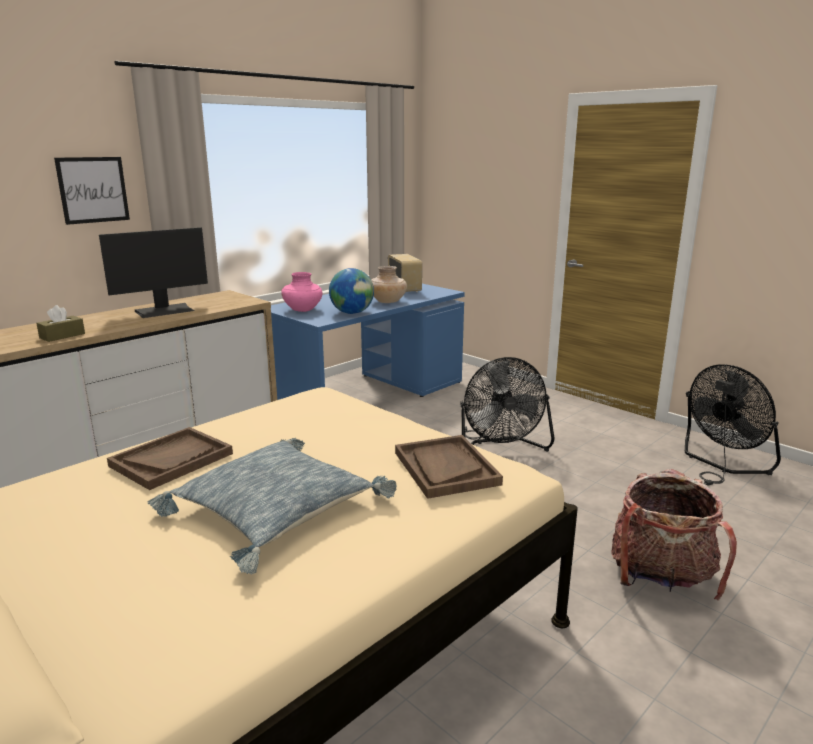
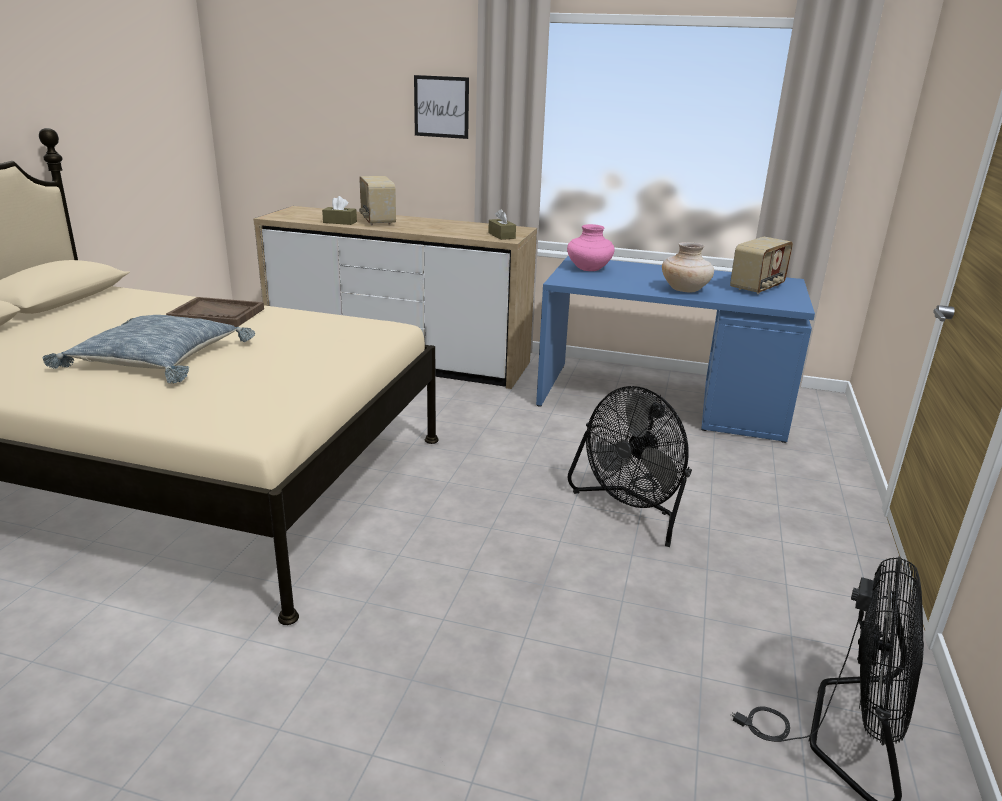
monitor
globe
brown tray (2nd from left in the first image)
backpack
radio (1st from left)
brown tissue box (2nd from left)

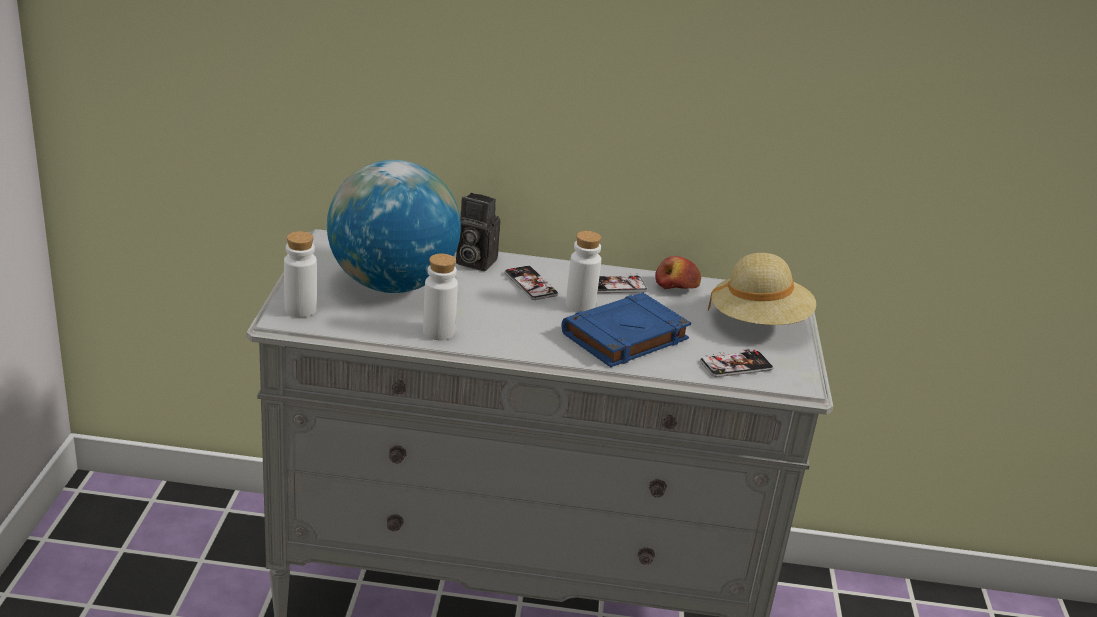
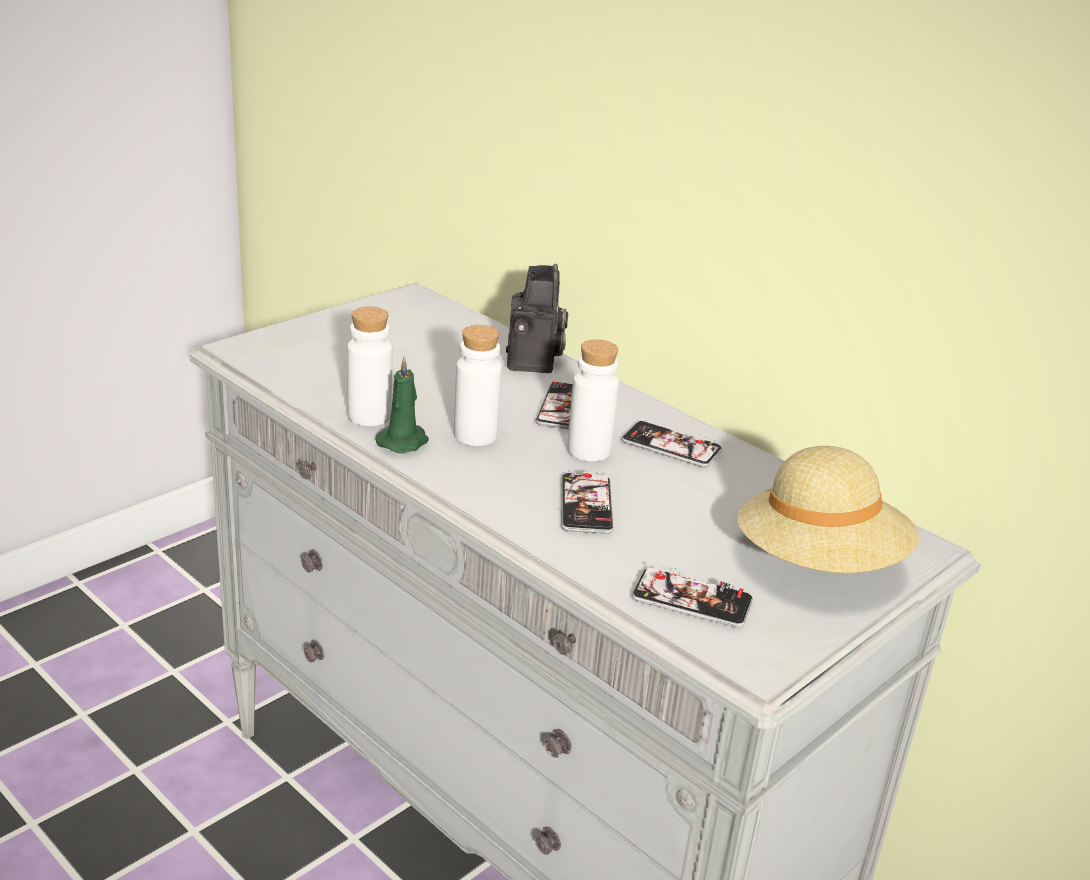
globe
photo camera
white bottle (2nd from left)
apple
phone (2nd from left)
green candle

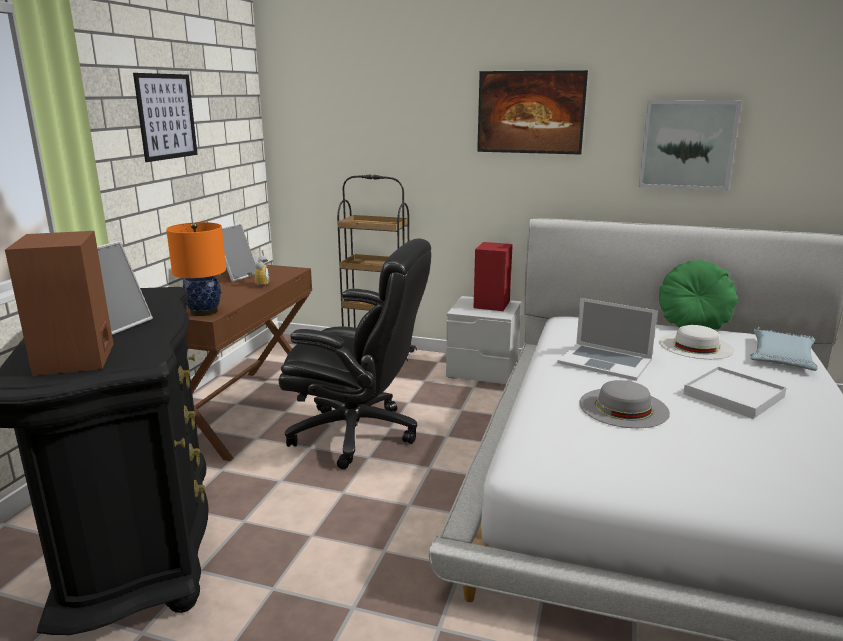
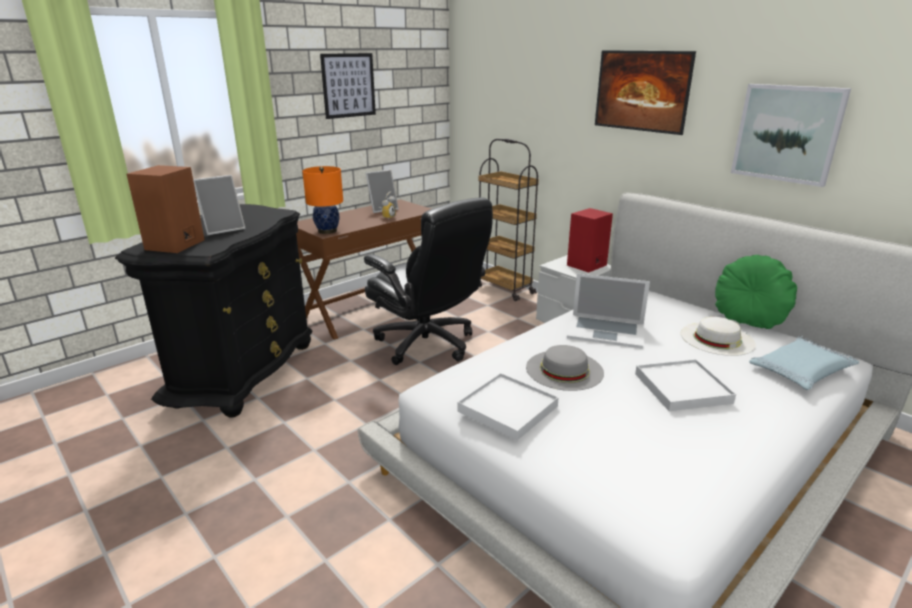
laptop
white tray (1st from left)

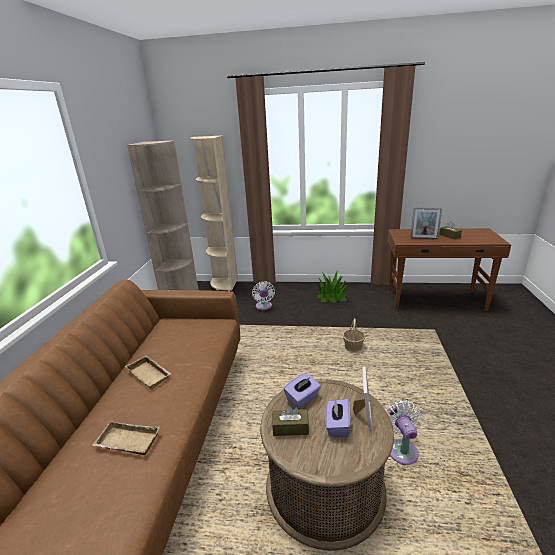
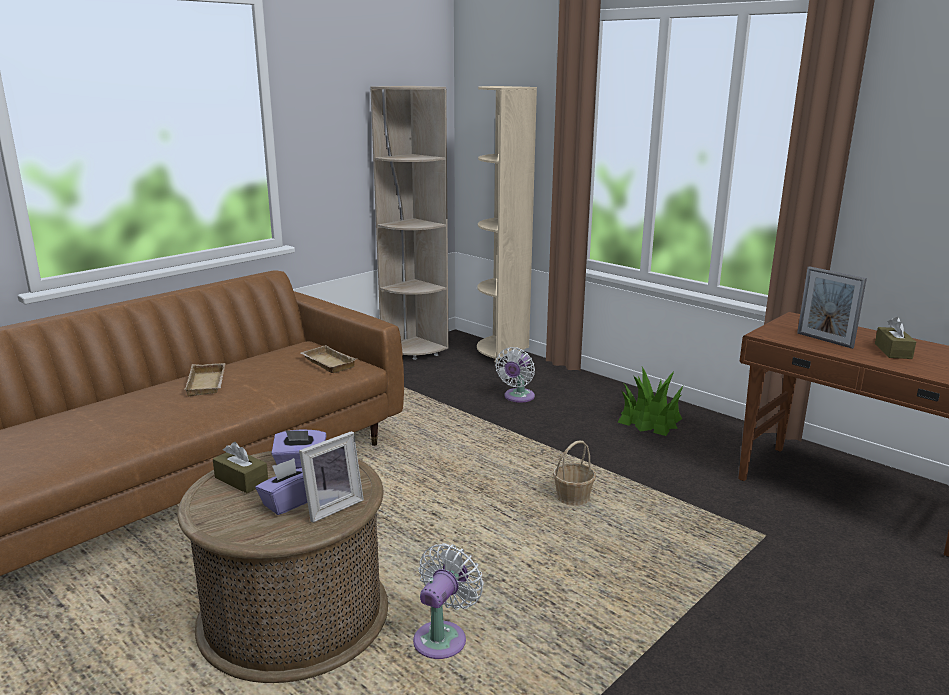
beige tray (2nd from left)

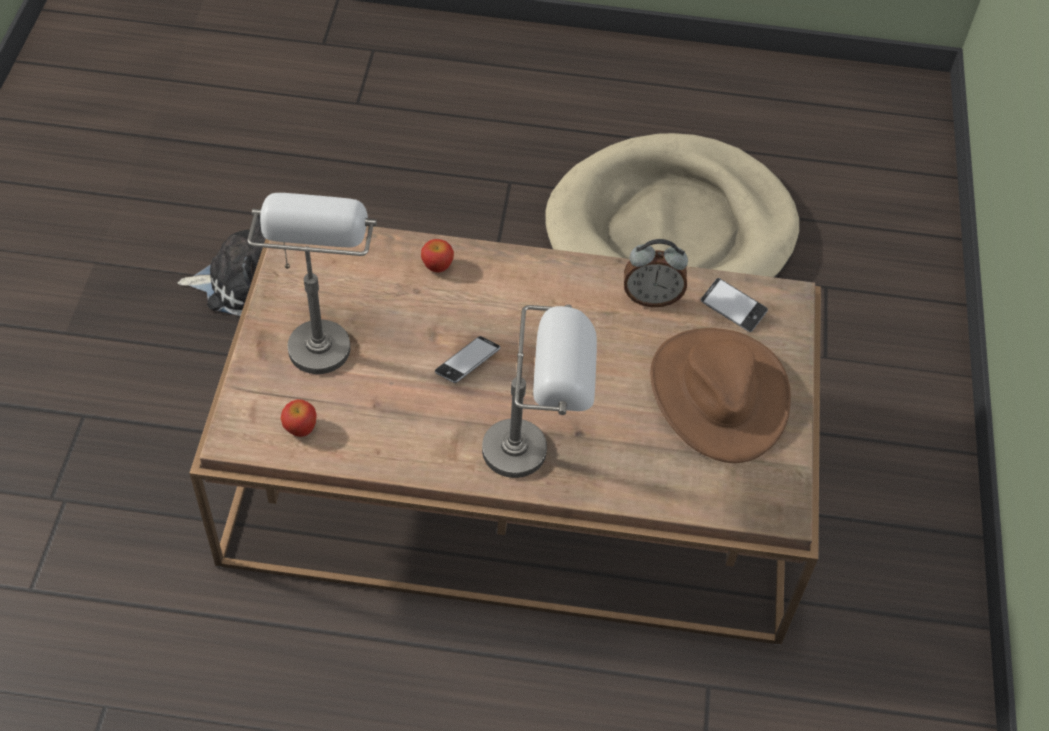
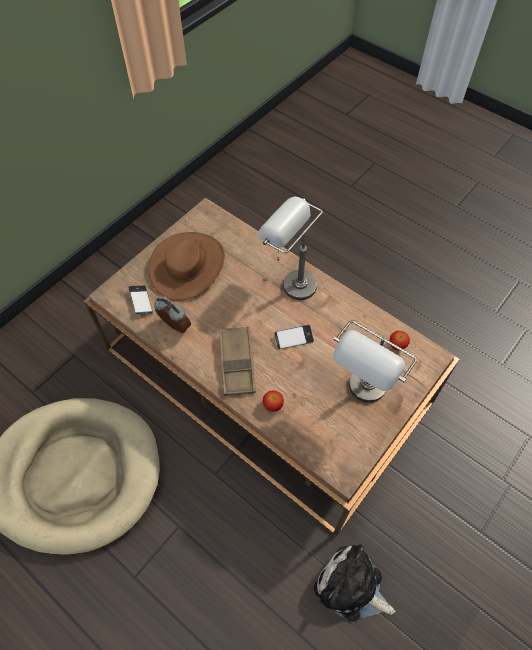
brown tray

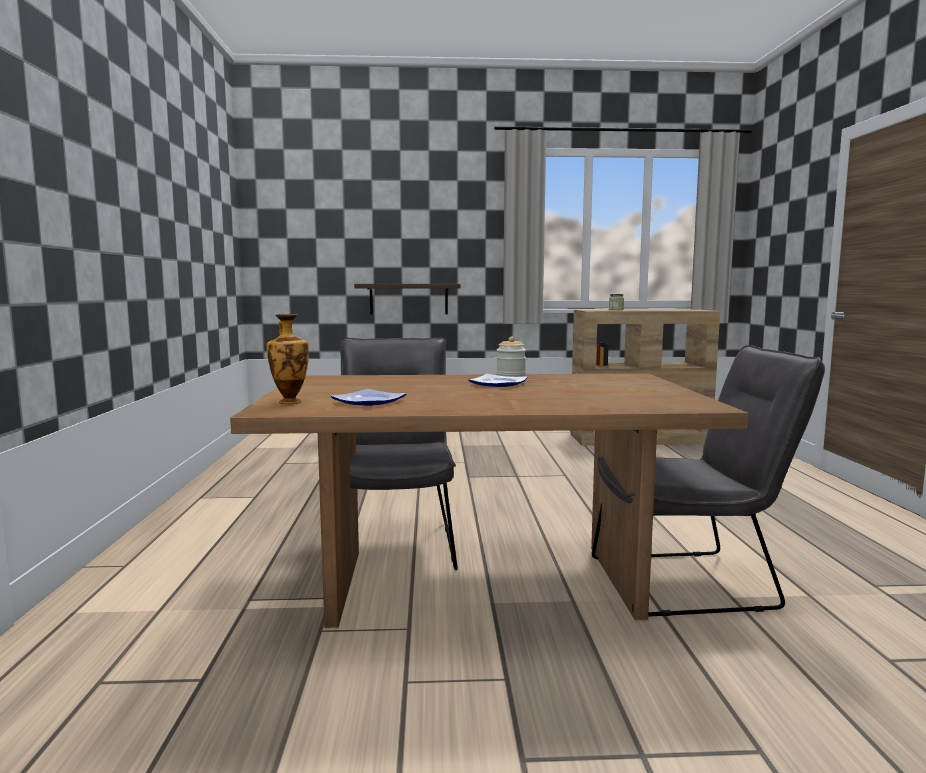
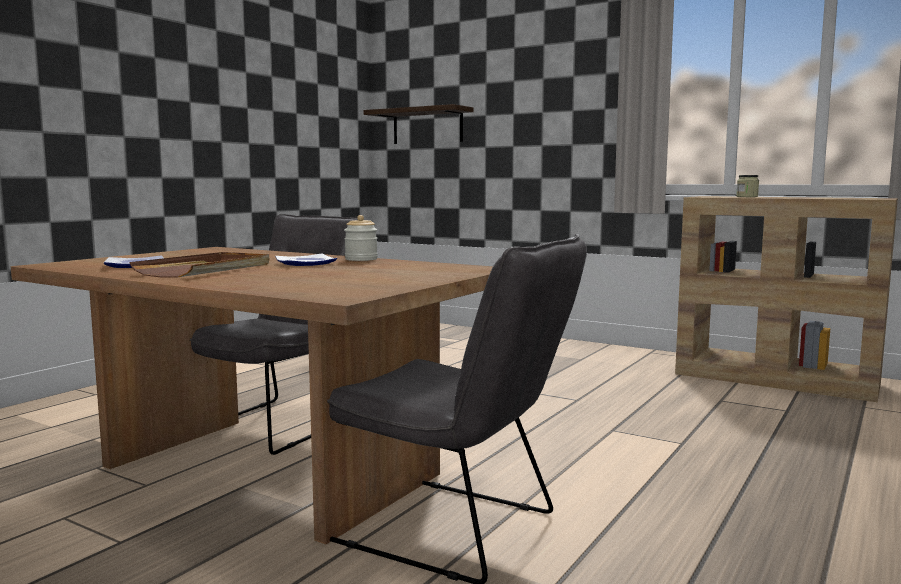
shelf
vase
brown tray

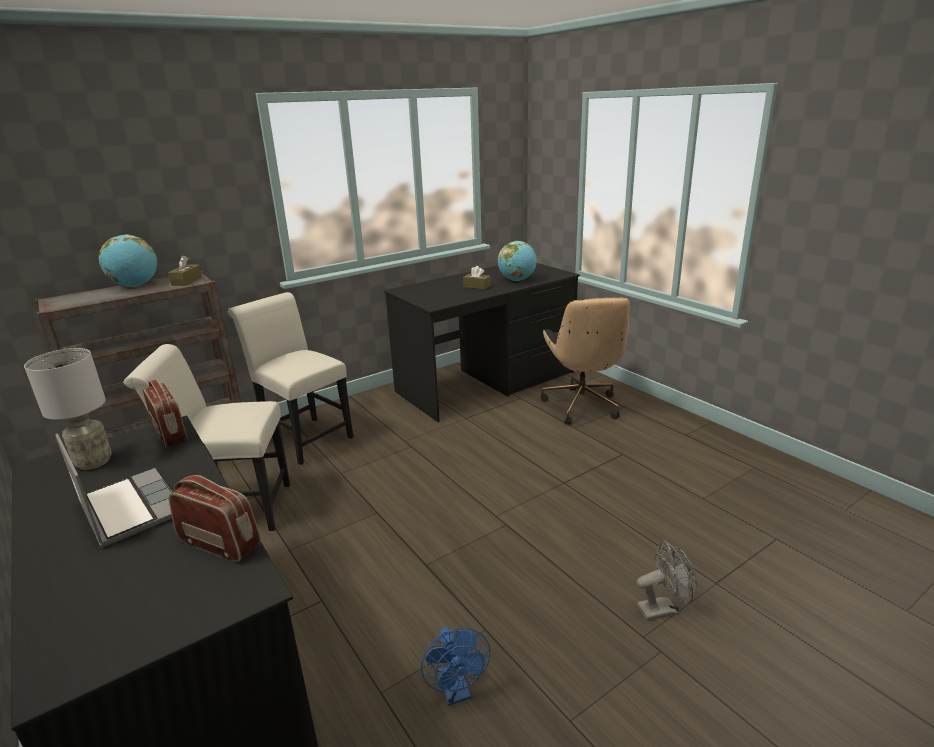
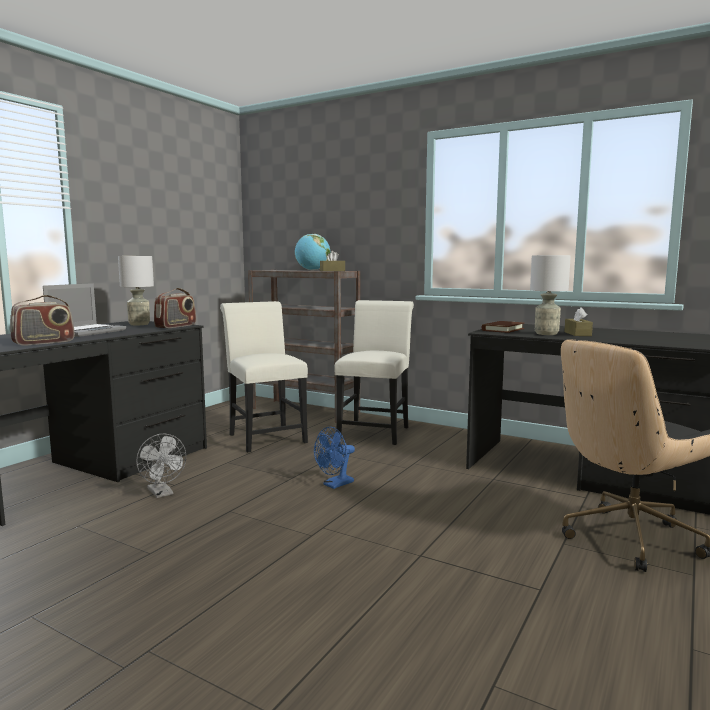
globe (2nd from left in the first image)
radio (1st from left)
grey fan
blue fan
grey table lamp (2nd from left)
brown book

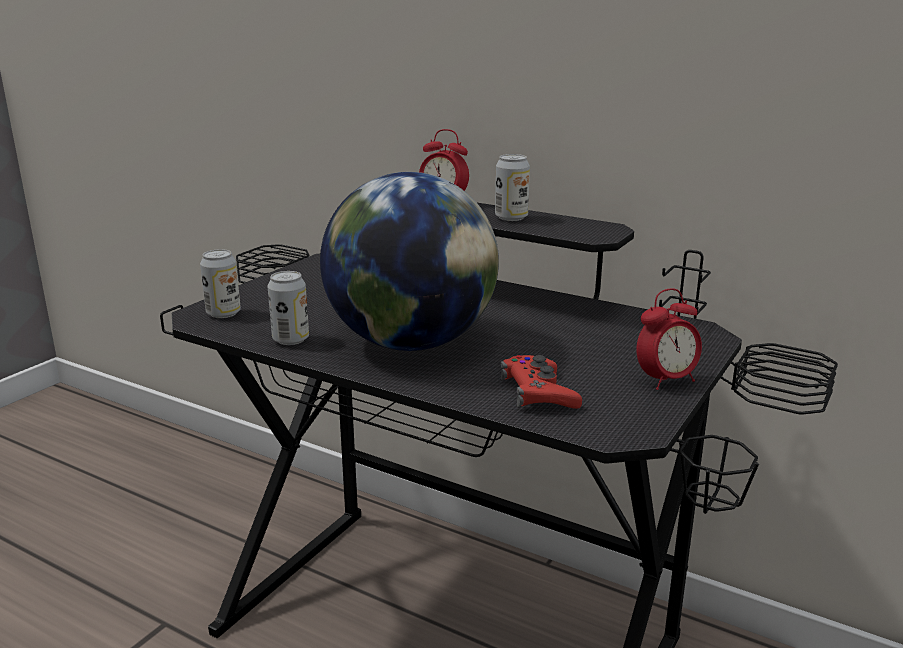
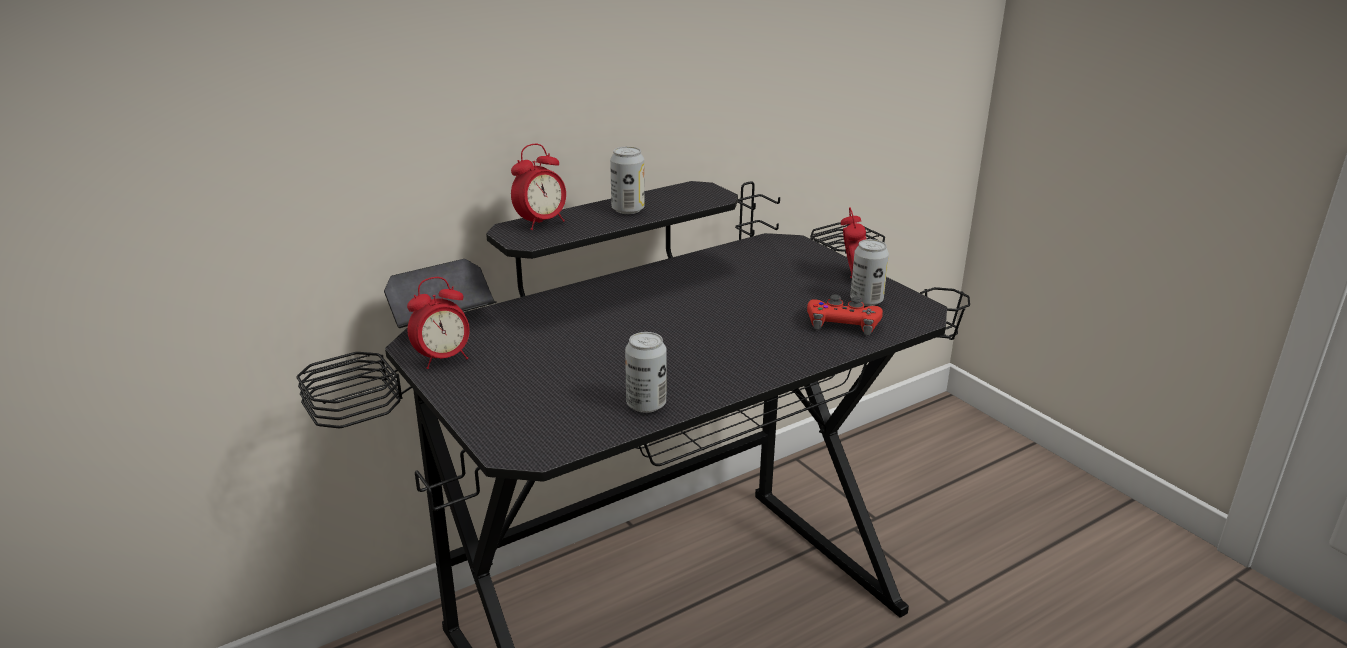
globe
can (3rd from left)
alarm clock (1st from left)

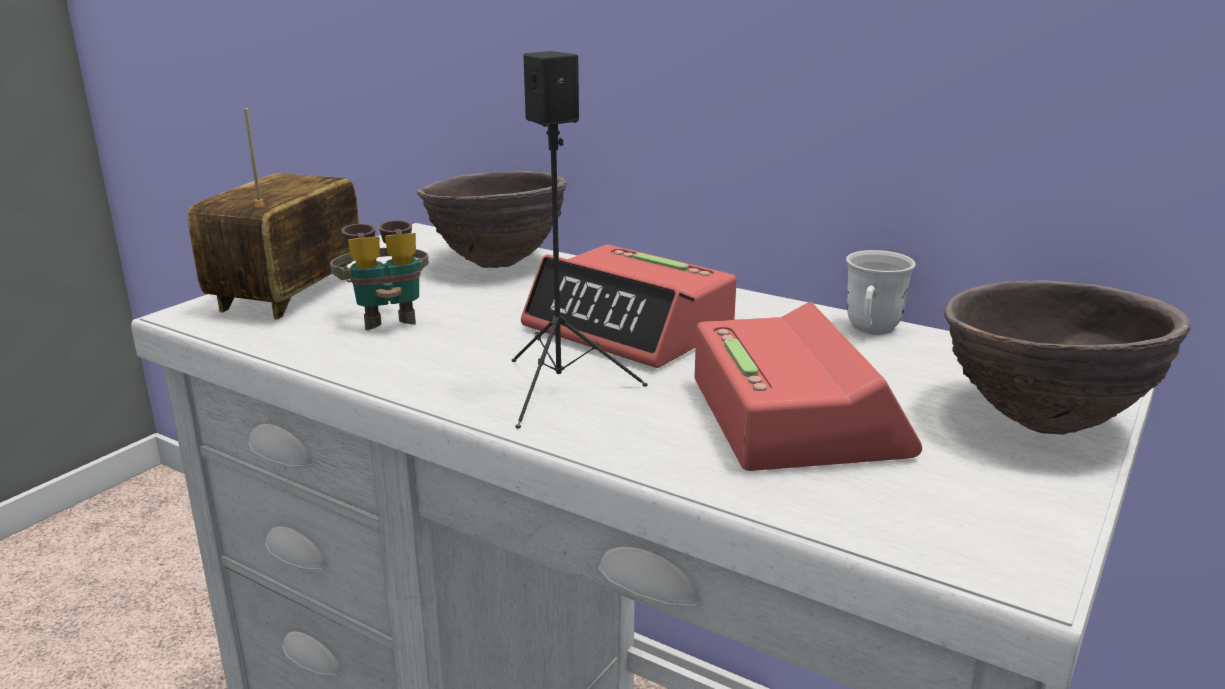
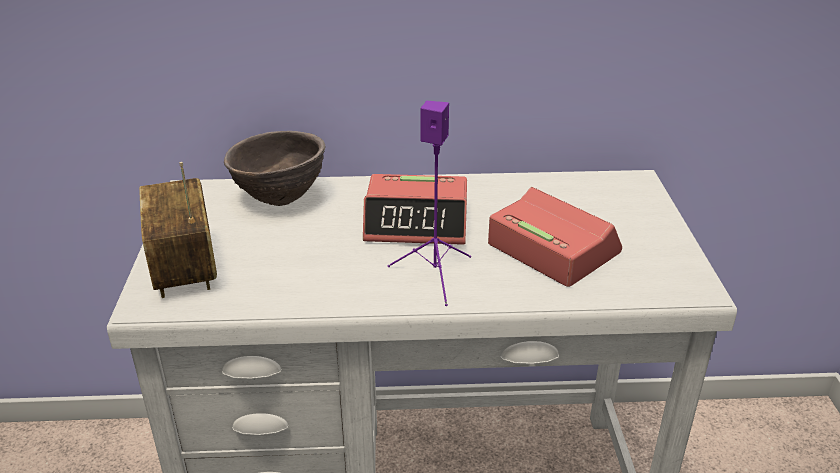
purple speaker
binoculars
white mug
brown bowl (2nd from left in the first image)

